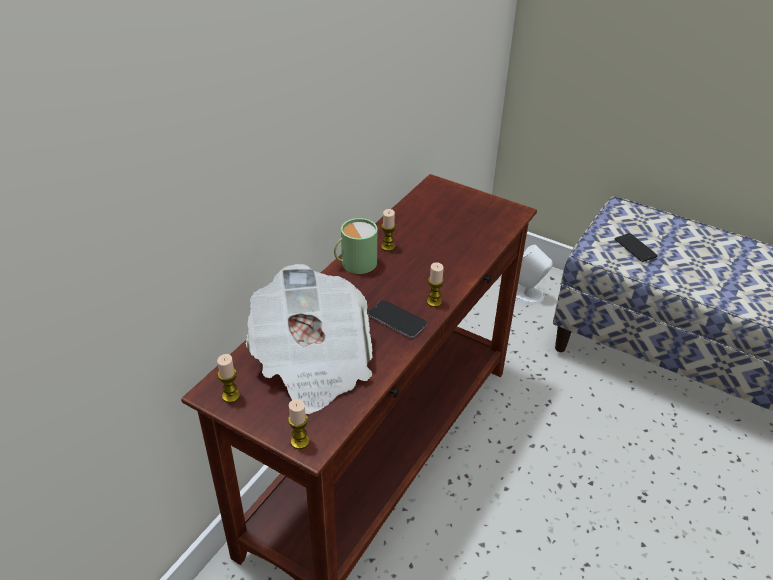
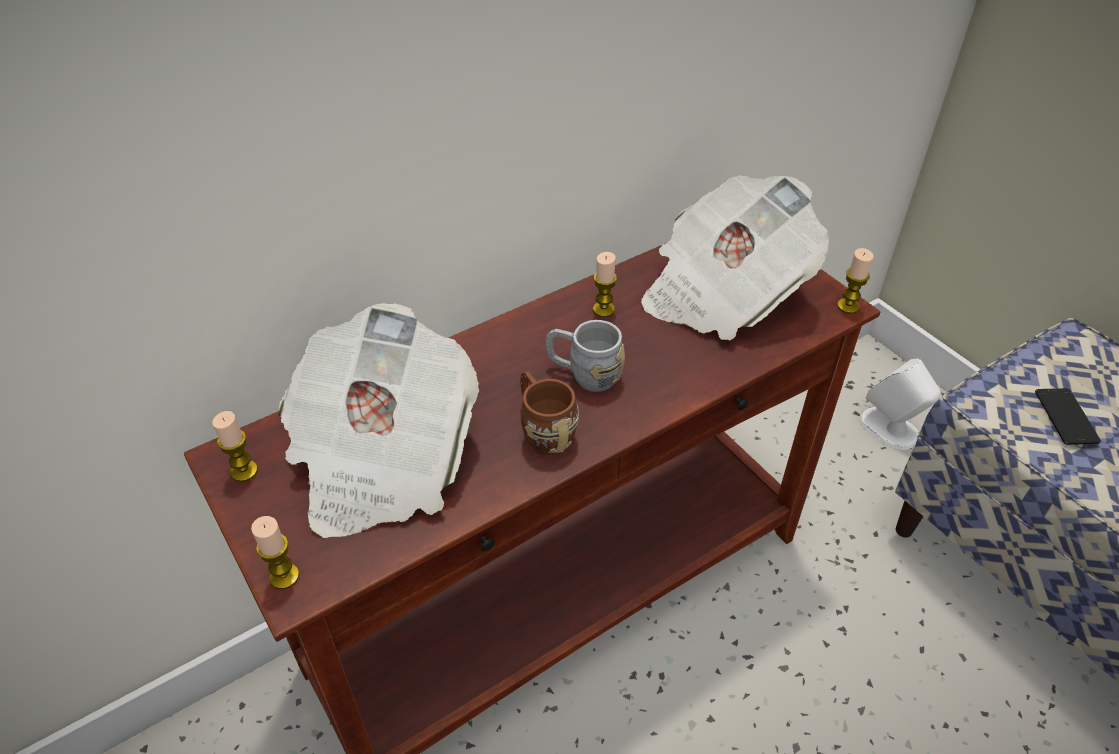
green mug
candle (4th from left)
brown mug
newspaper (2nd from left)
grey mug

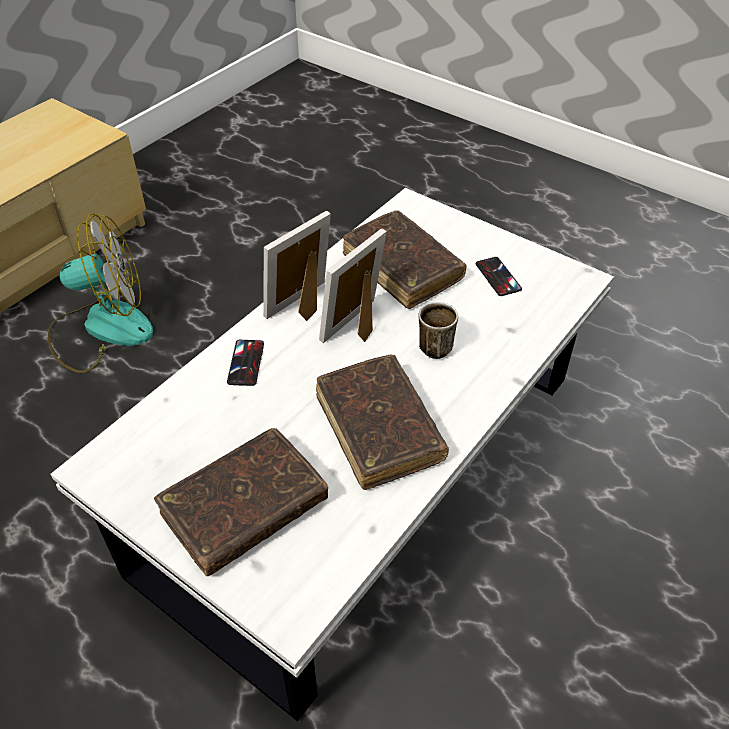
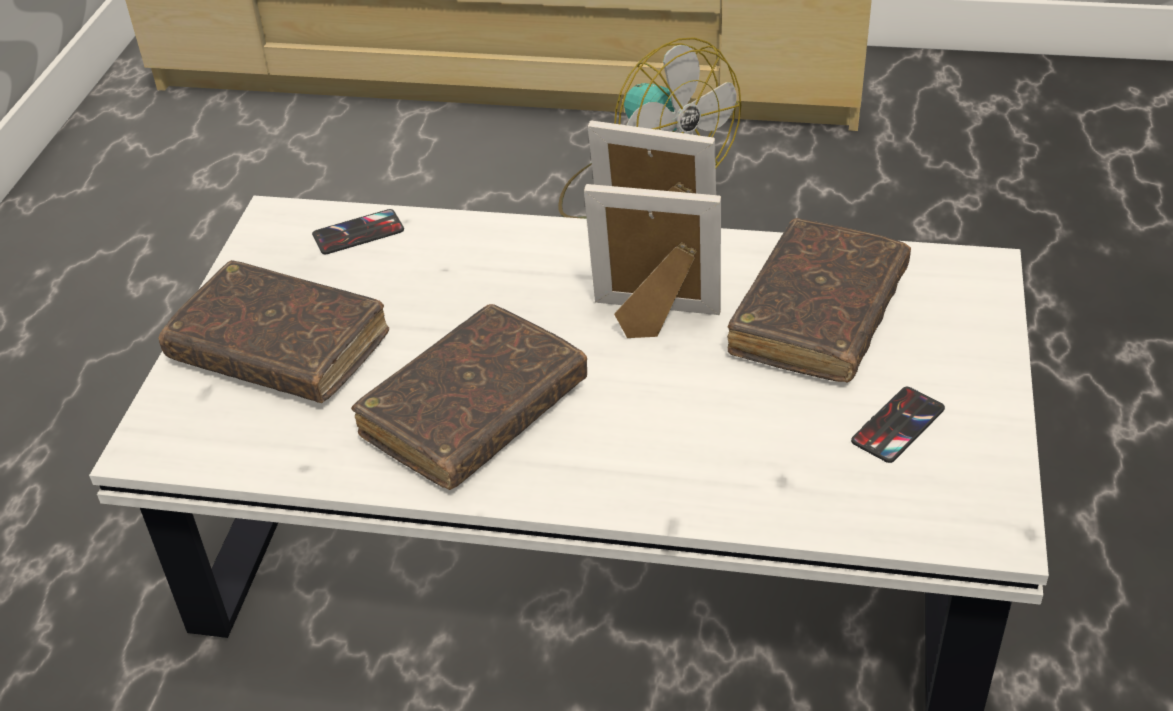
mug
phone (1st from left)

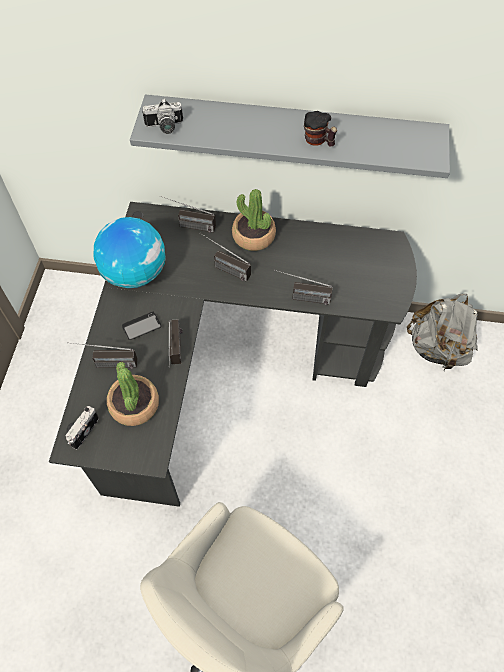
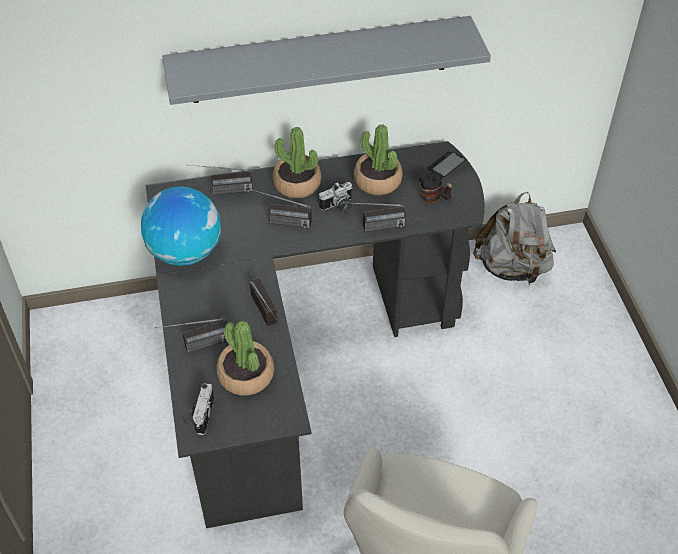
photo camera (2nd from left)
mug
phone
potted plant (3rd from left)

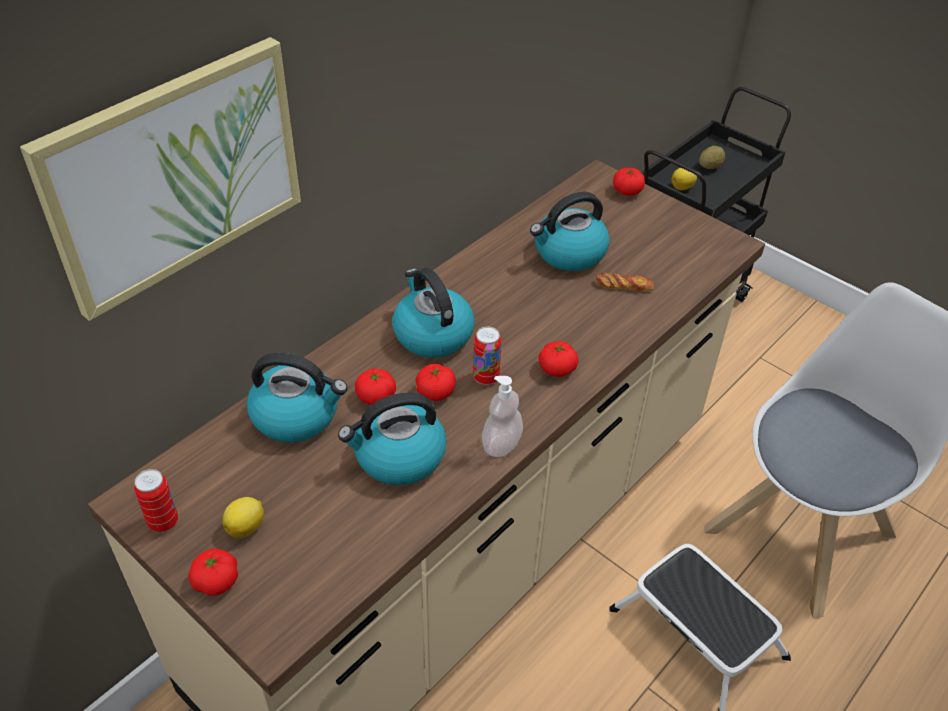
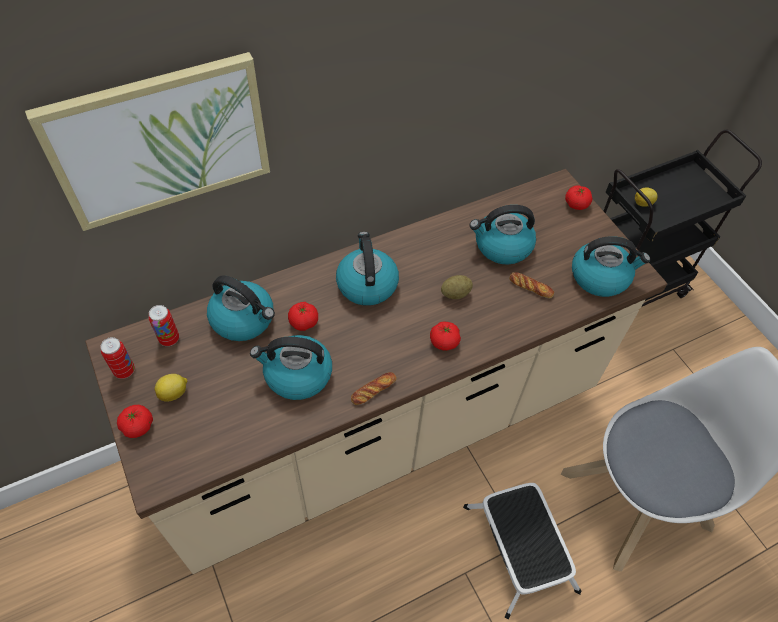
potato
can (2nd from left)
tomato (3rd from left in the first image)
bread (1st from left)
kettle (5th from left)

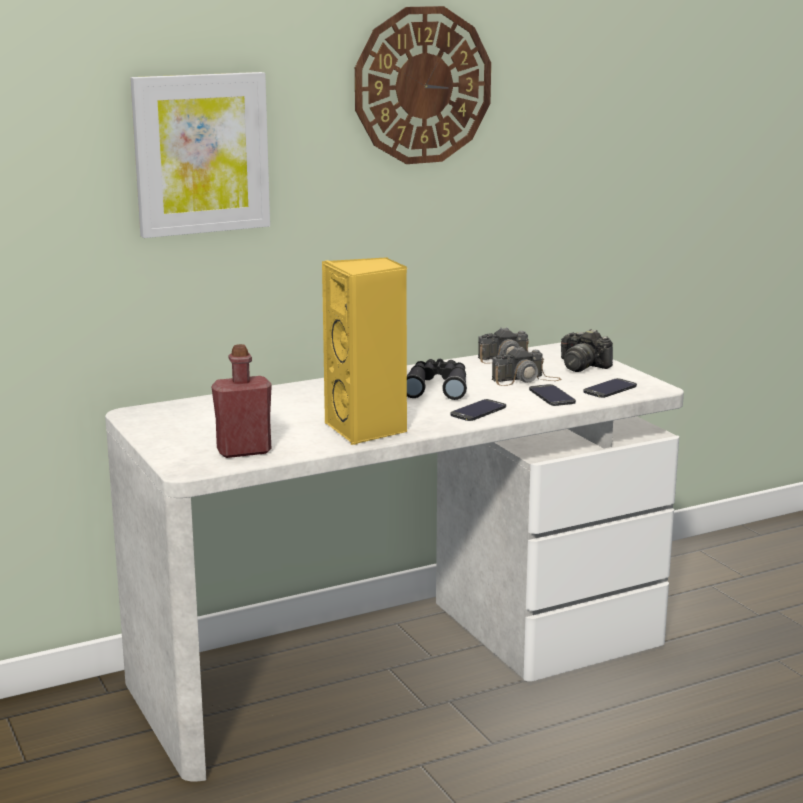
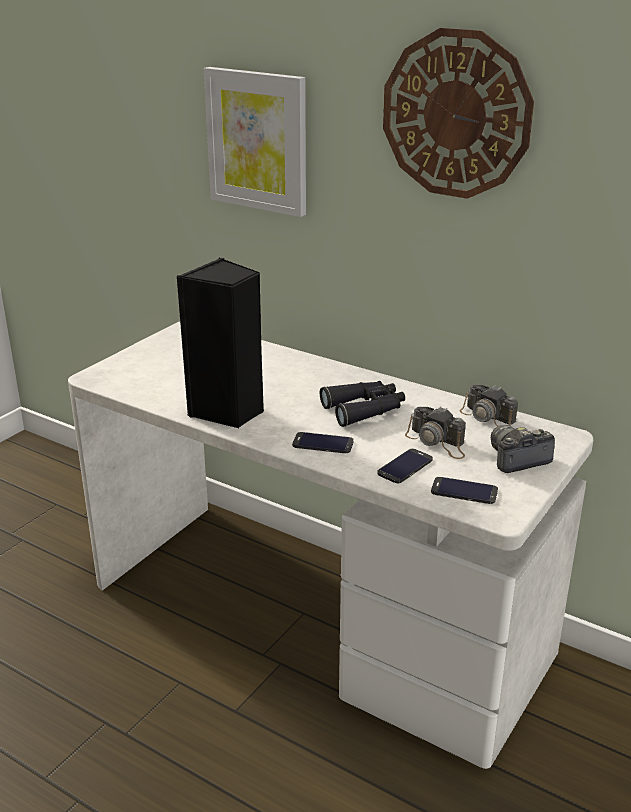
black speaker
photo camera (3rd from left)
red bottle

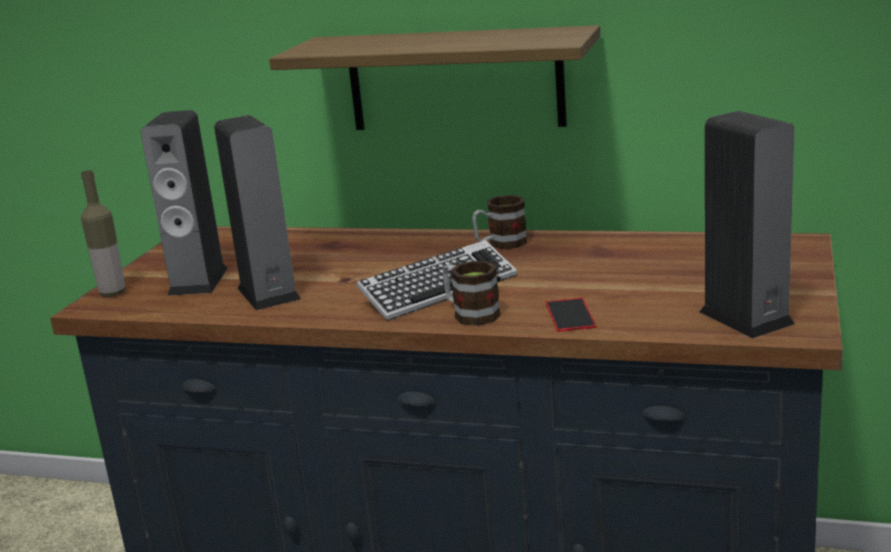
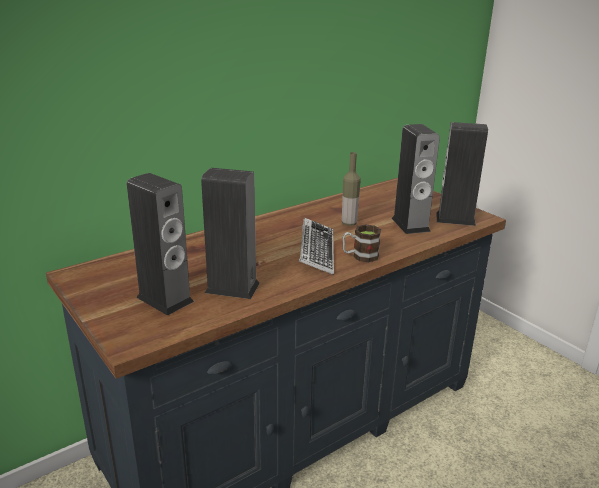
shelf
bottle
mug (2nd from left in the first image)
phone
speaker (3rd from left)

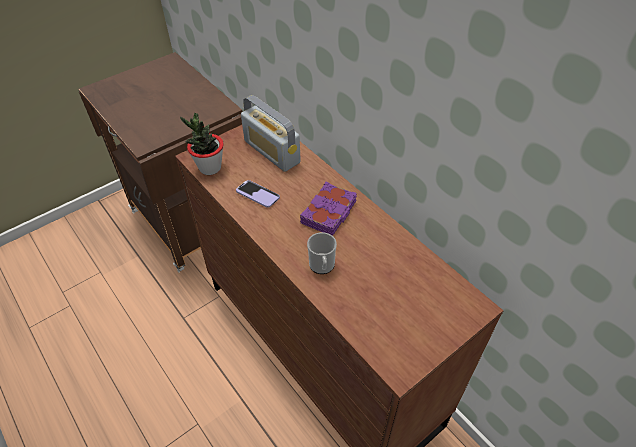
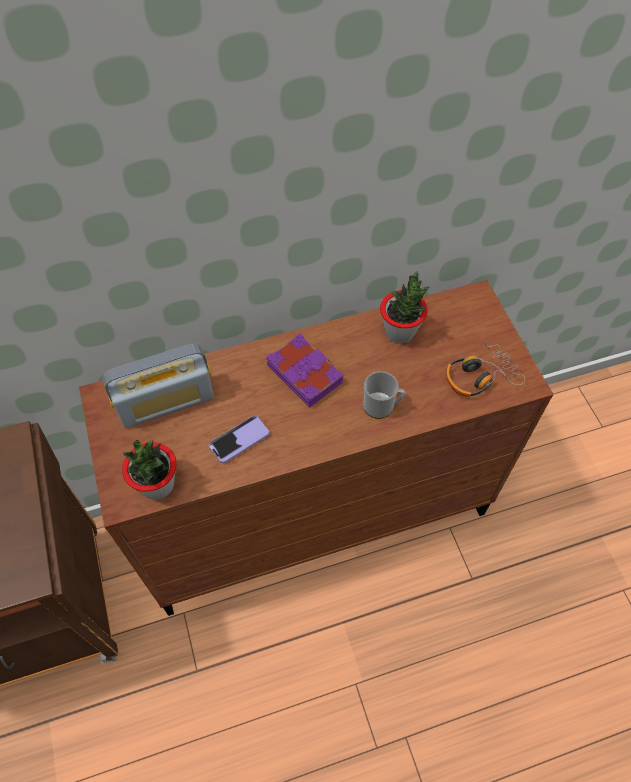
potted plant (2nd from left)
headphones

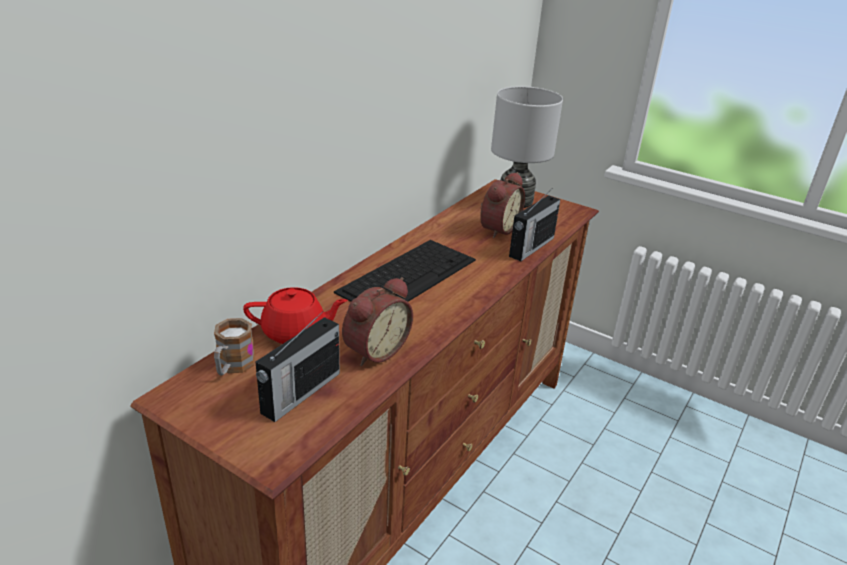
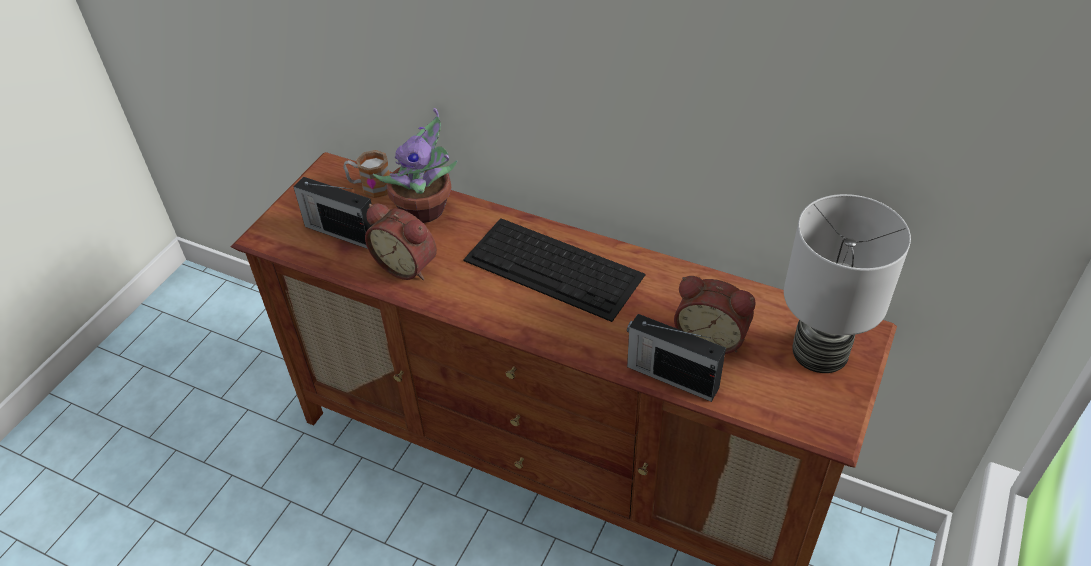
potted plant

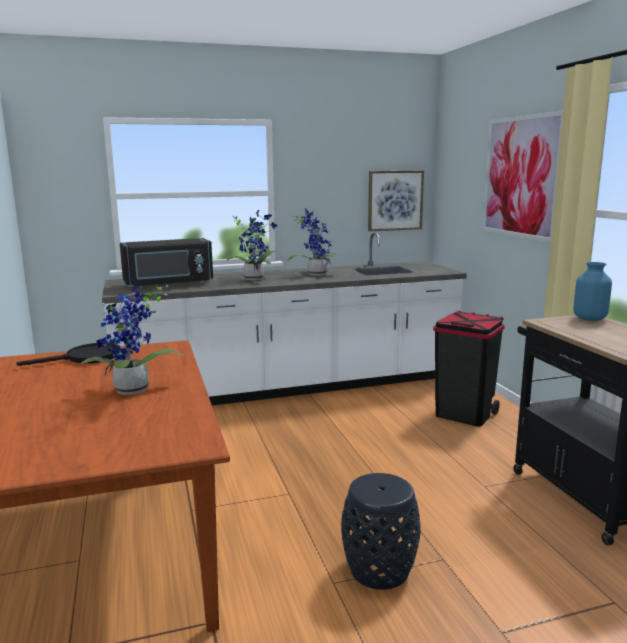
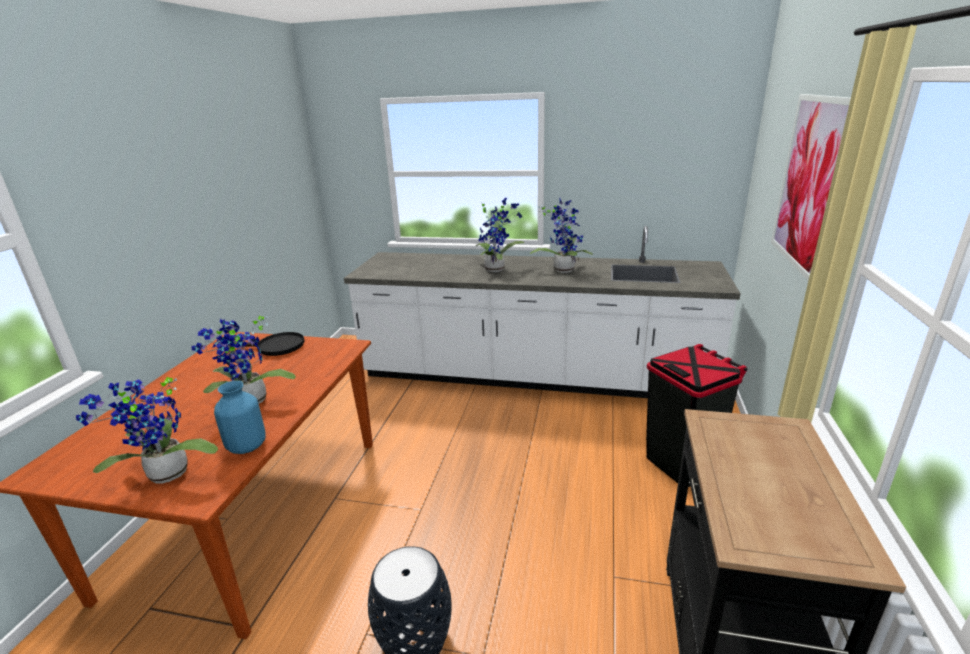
picture (1st from left in the first image)
black microwave
blue vase
potted plant (1st from left)

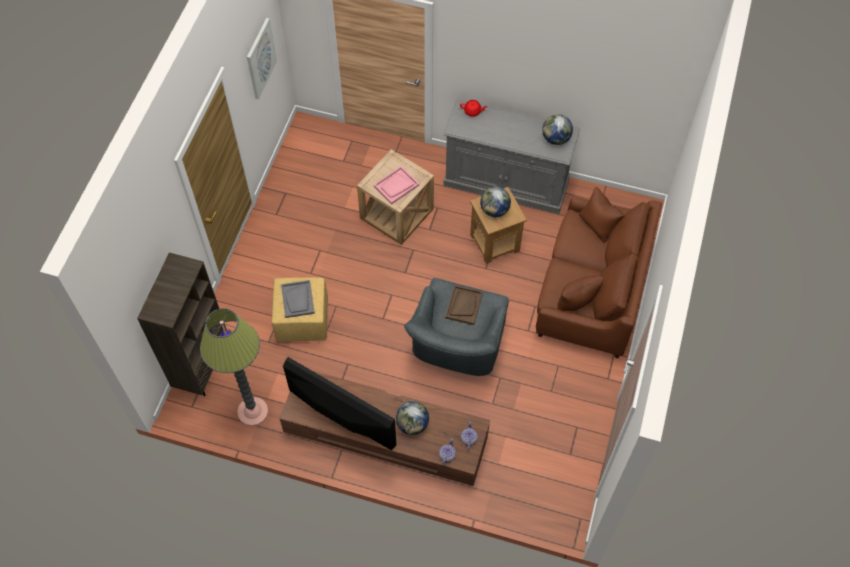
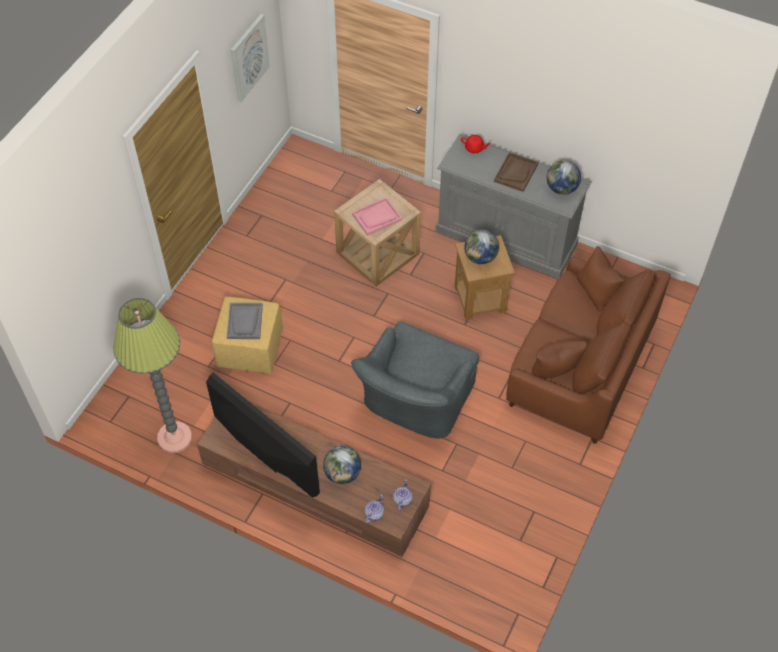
brown bookcase
brown tray

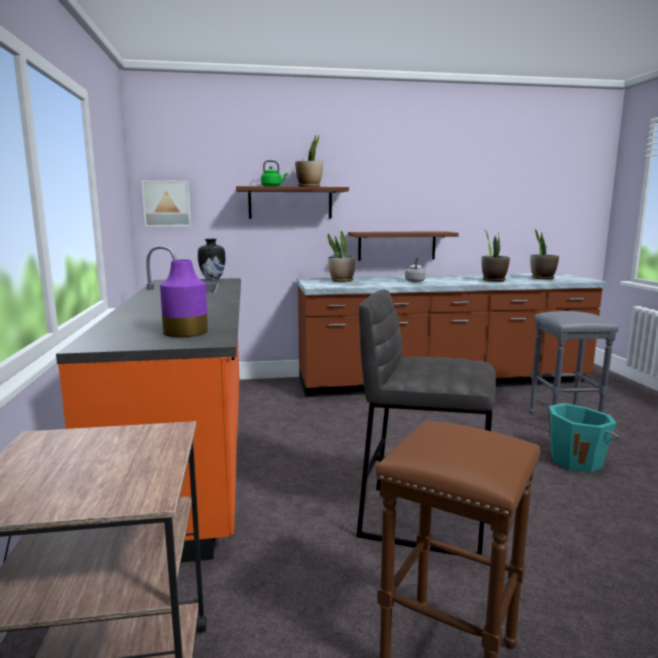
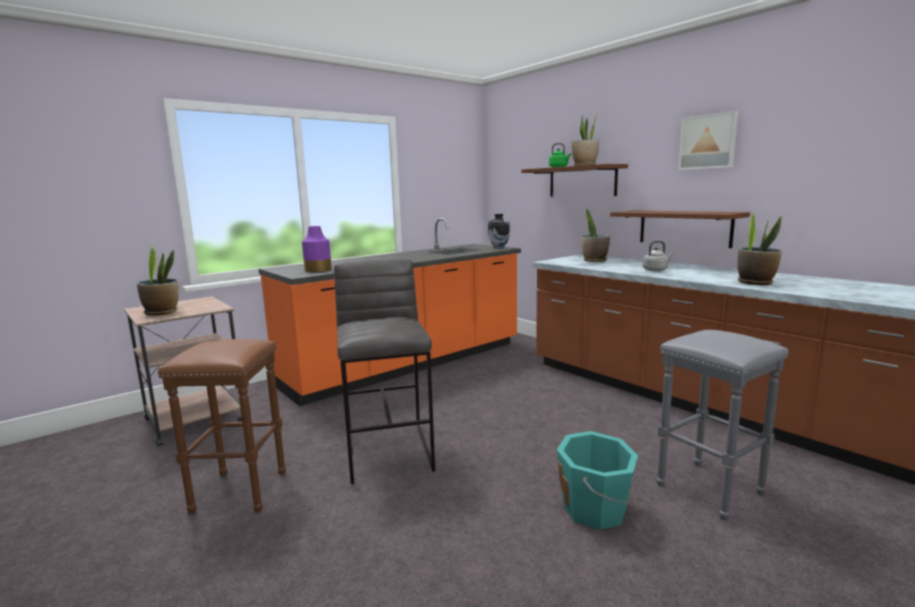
picture
potted plant (1st from left)

